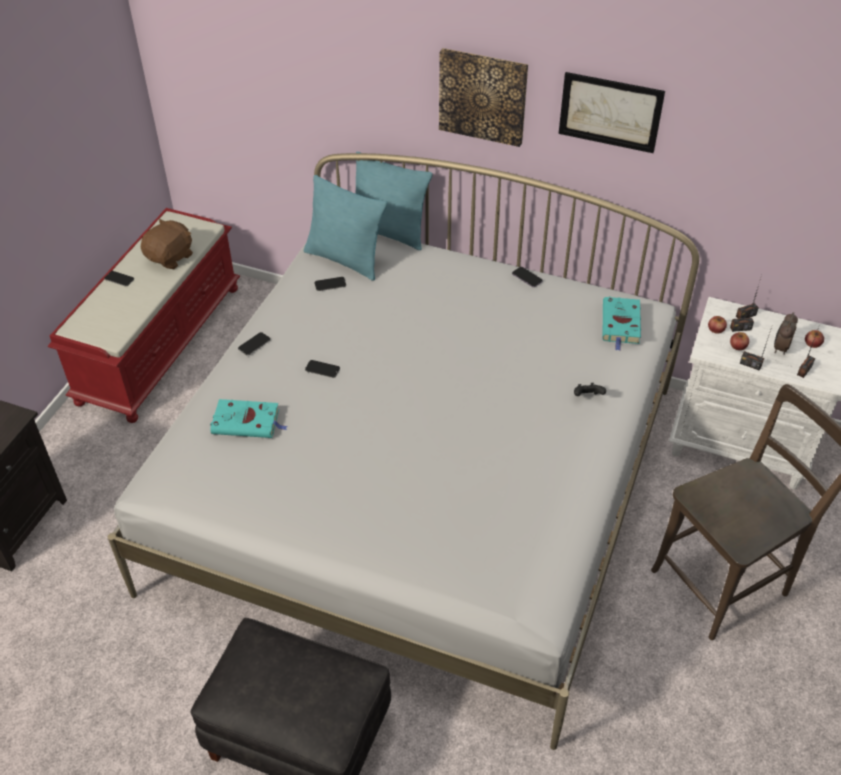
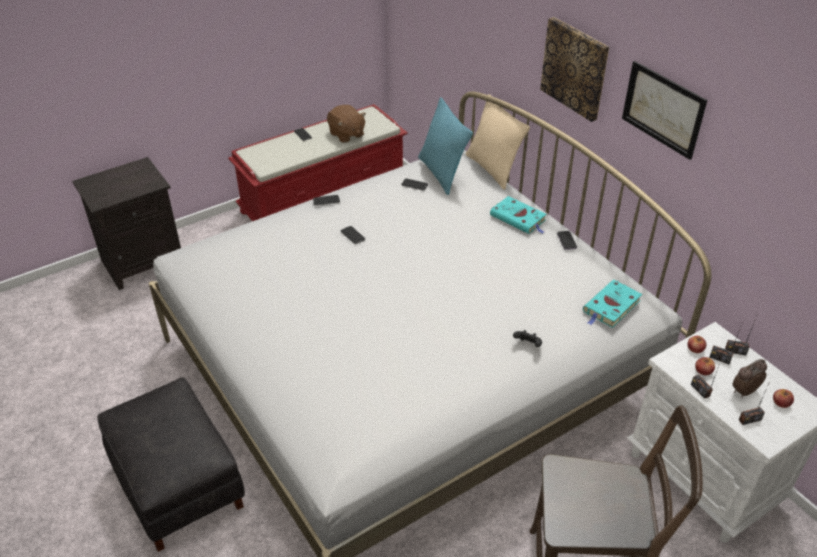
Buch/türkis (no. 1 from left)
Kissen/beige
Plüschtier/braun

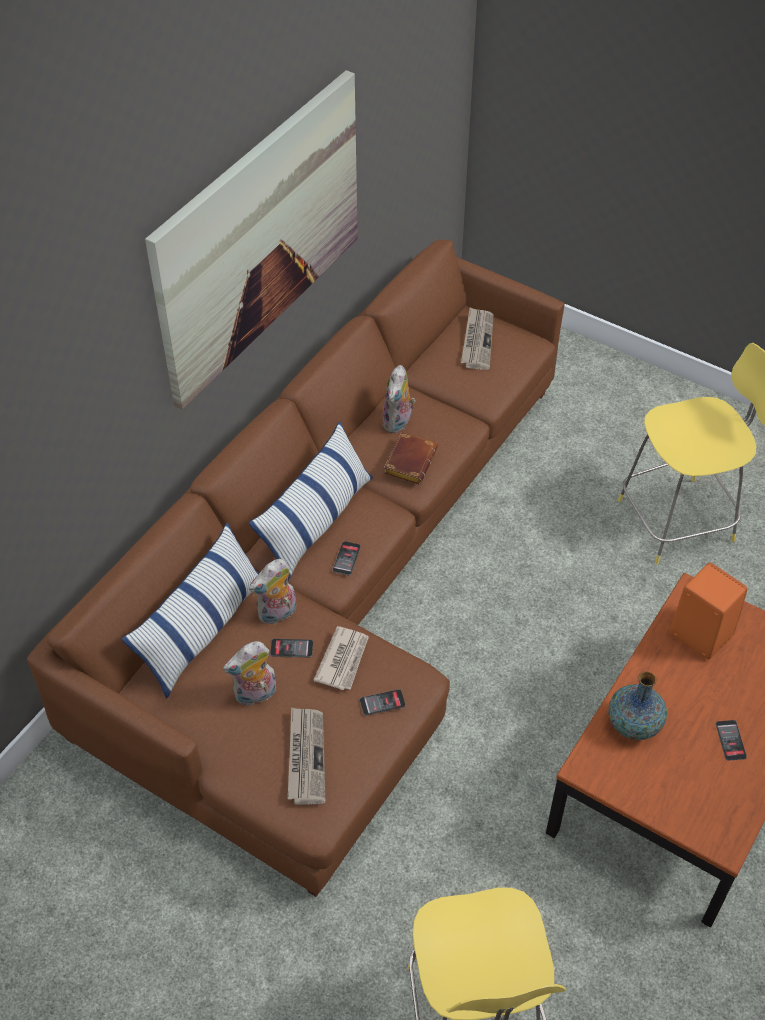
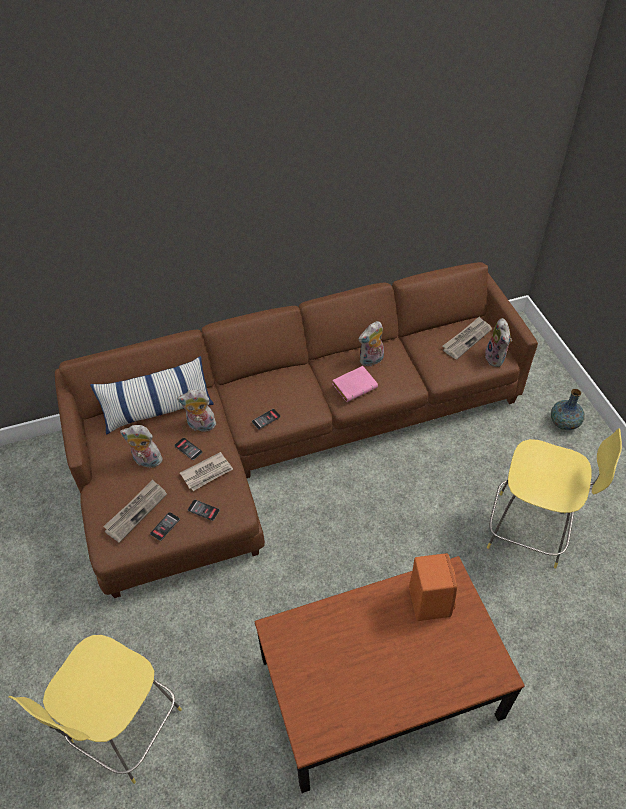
Bild
Kissen (no. 2 from left in the first image)
Plüschtier (no. 4 from left)
Vase
Handy (no. 1 from left)
Buch/rosa

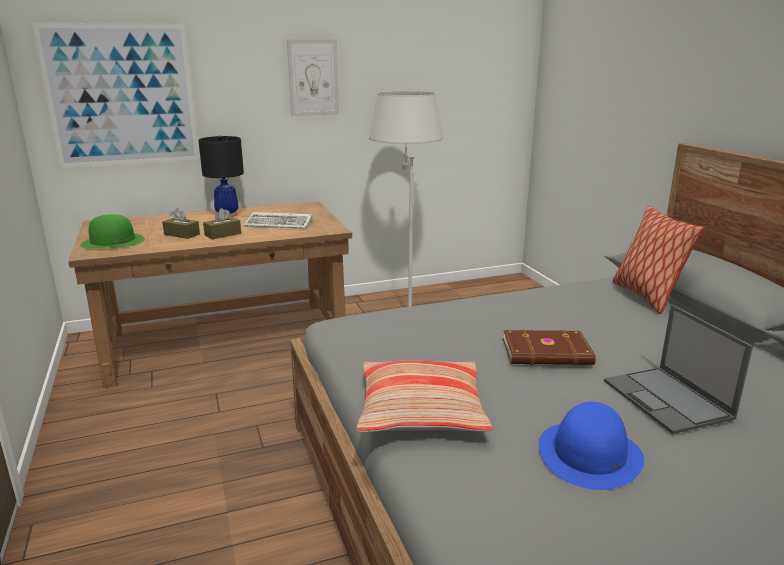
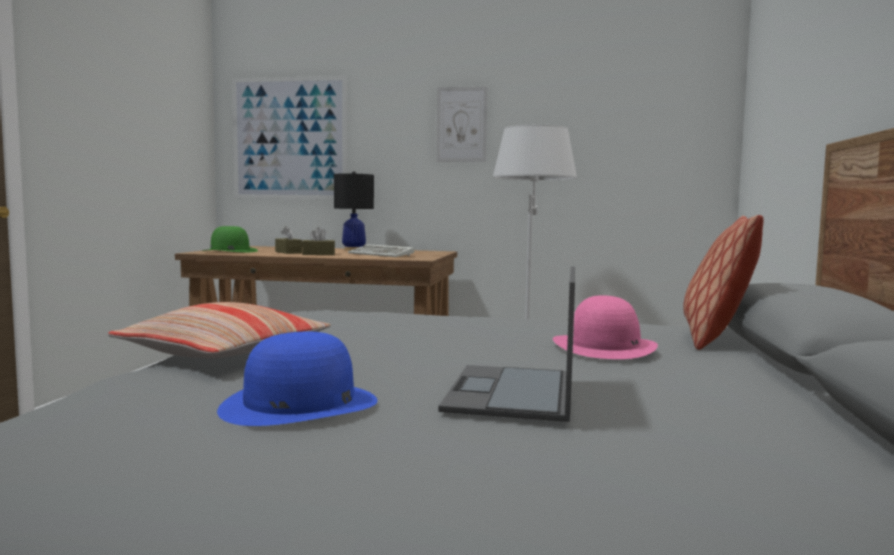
Buch/braun
Hut/rosa

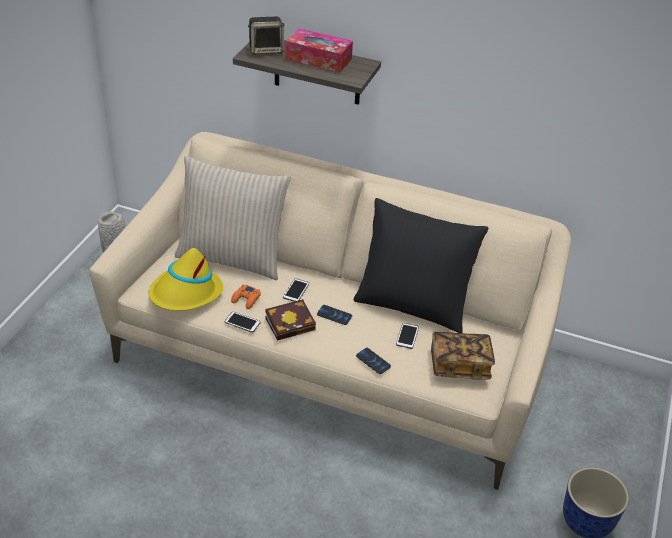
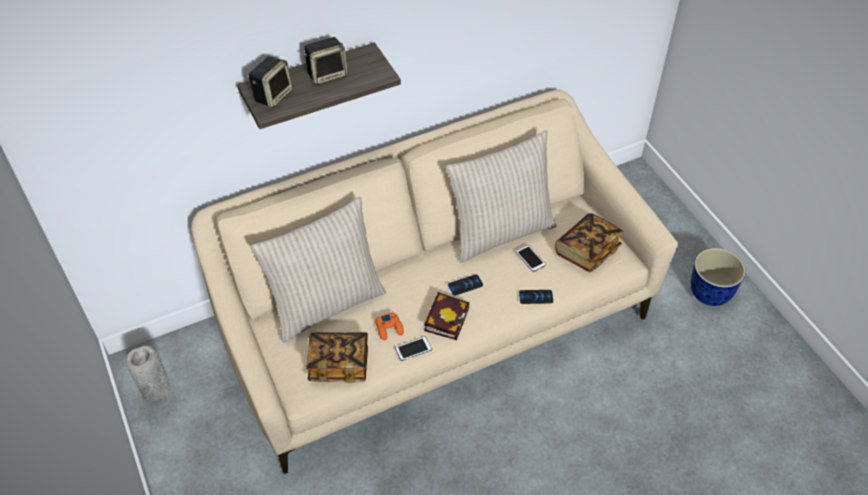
Handy (no. 2 from left in the first image)
Buch (no. 1 from left)
Lautsprecher (no. 2 from left)
Kissen/beige (no. 2 from left)

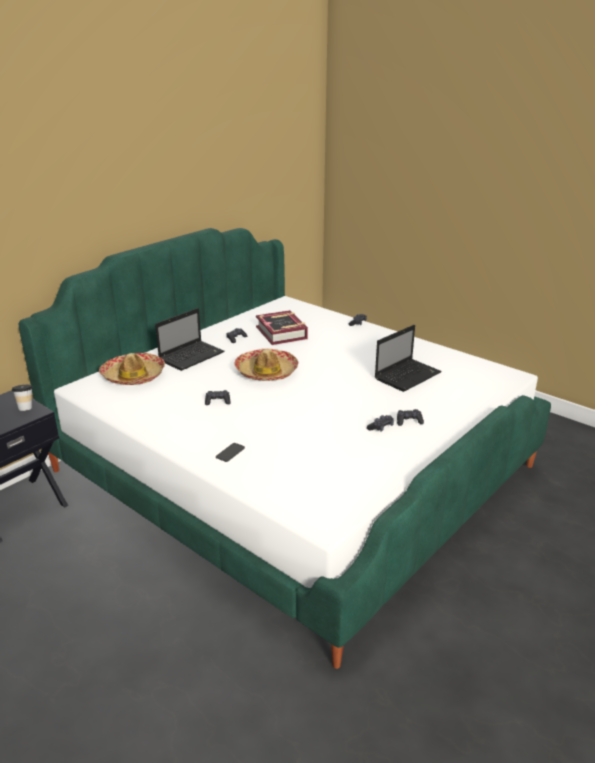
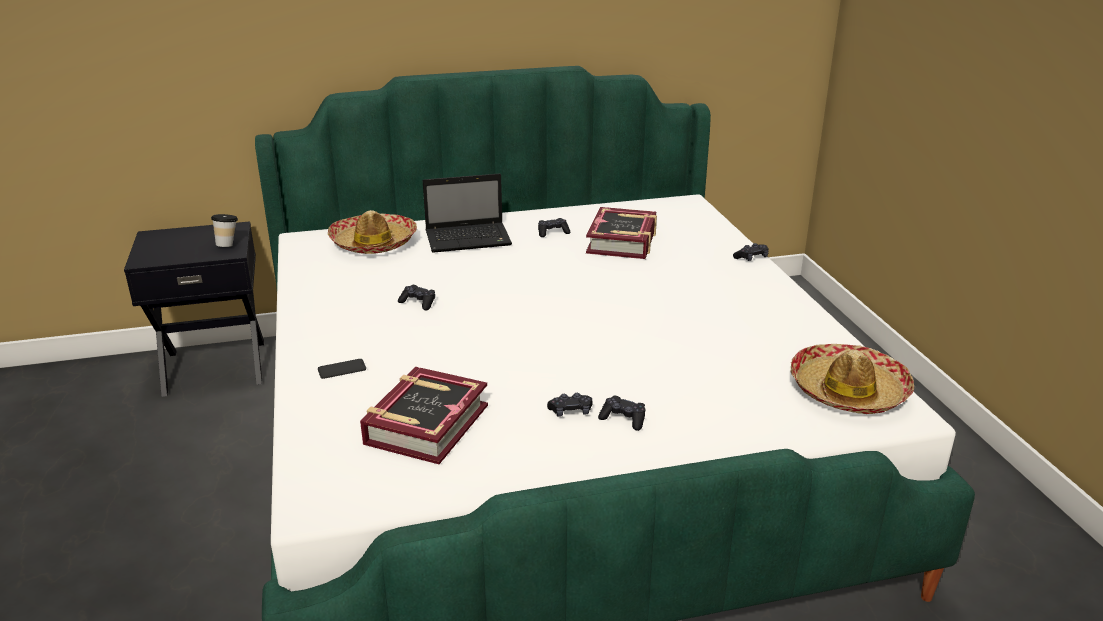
Laptop (no. 2 from left in the first image)
Buch (no. 1 from left)
Hut (no. 2 from left)

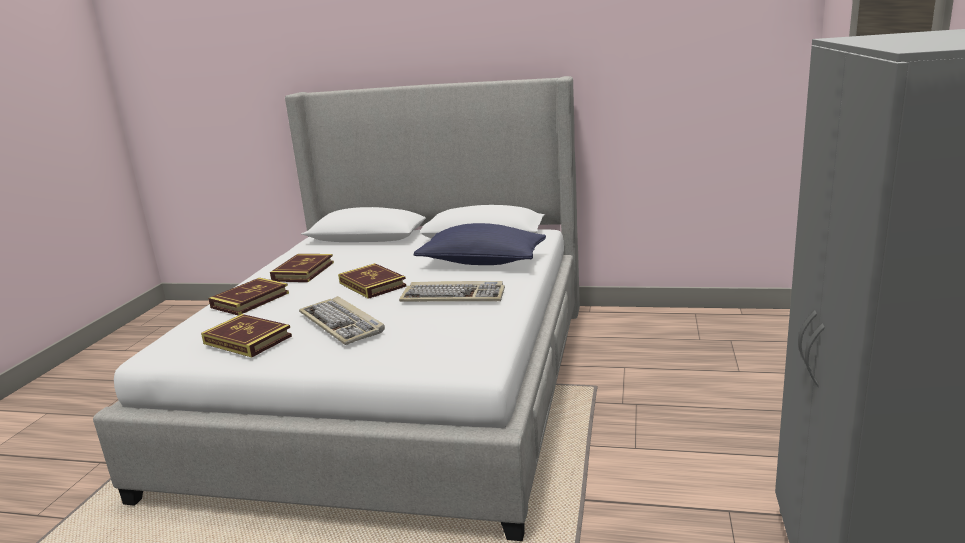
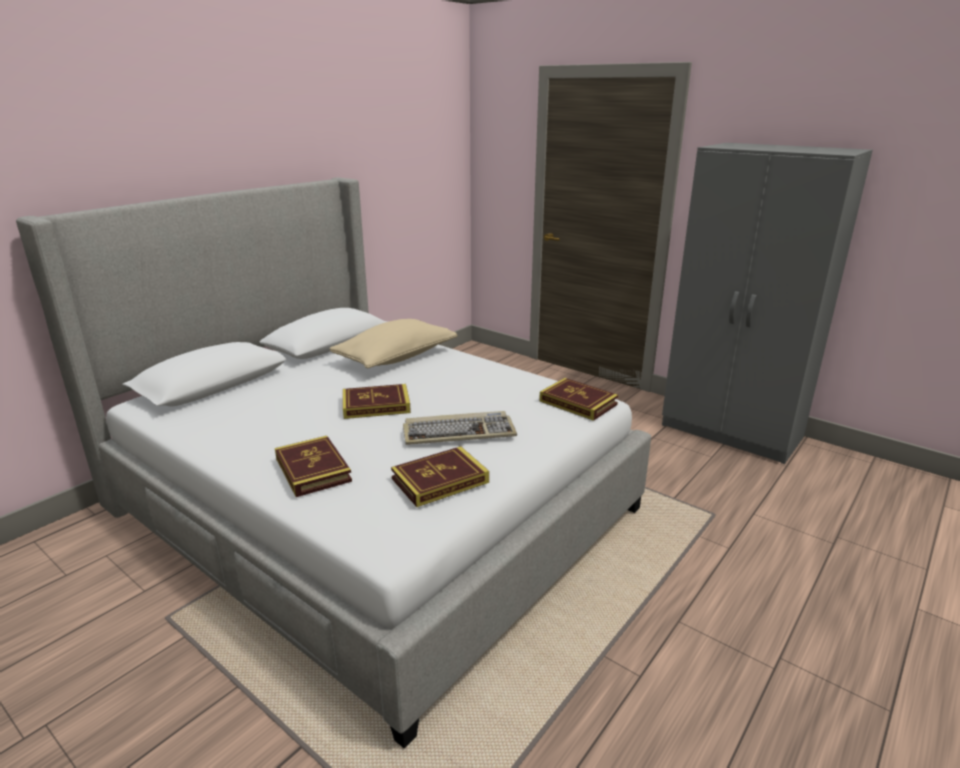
Tastatur (no. 2 from left in the first image)
Buch (no. 4 from left)
Kissen/beige

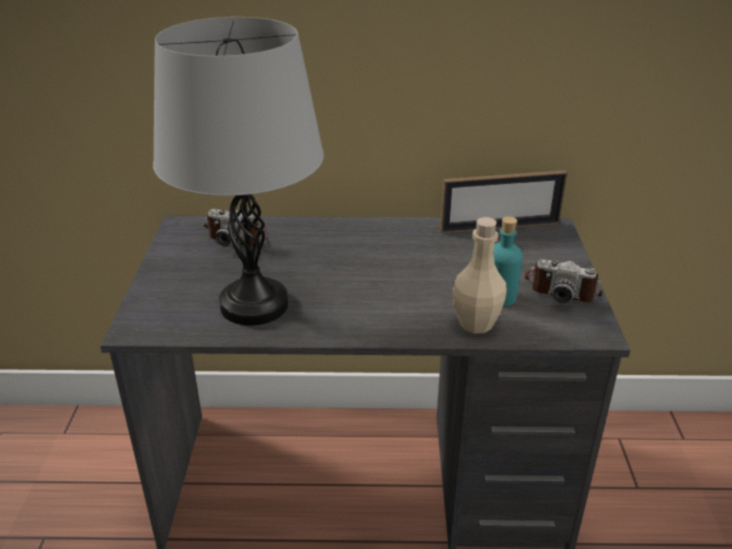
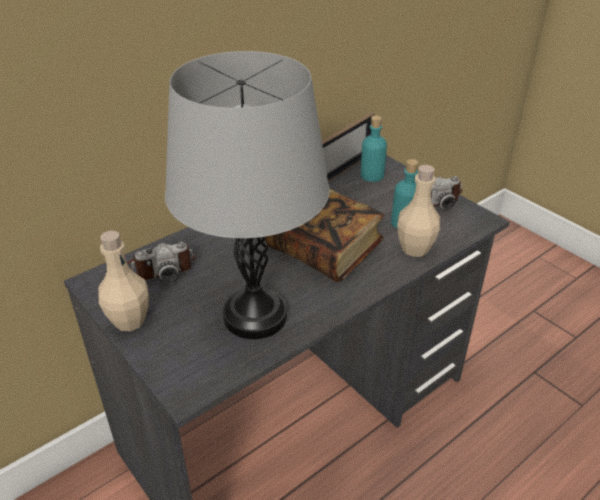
Flasche/beige (no. 1 from left)
Buch
Flasche/türkis (no. 1 from left)

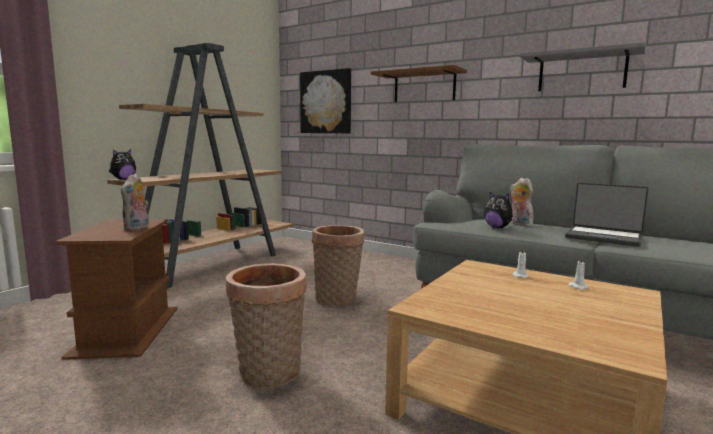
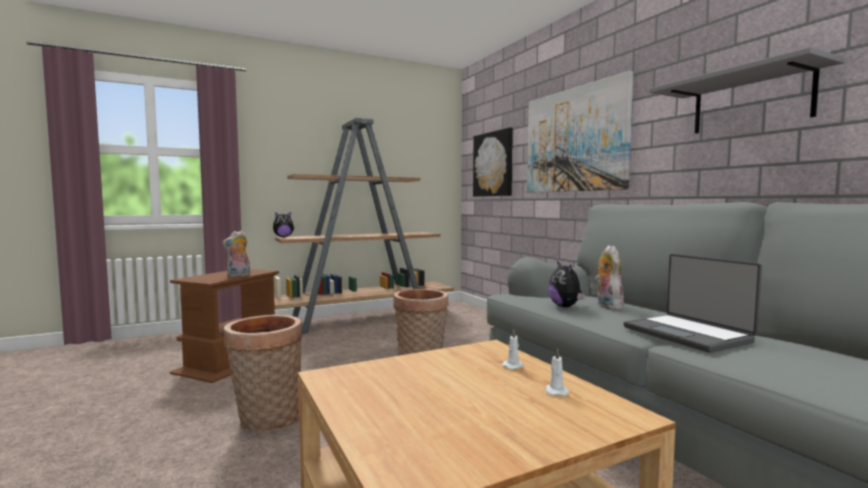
Bild (no. 2 from left)

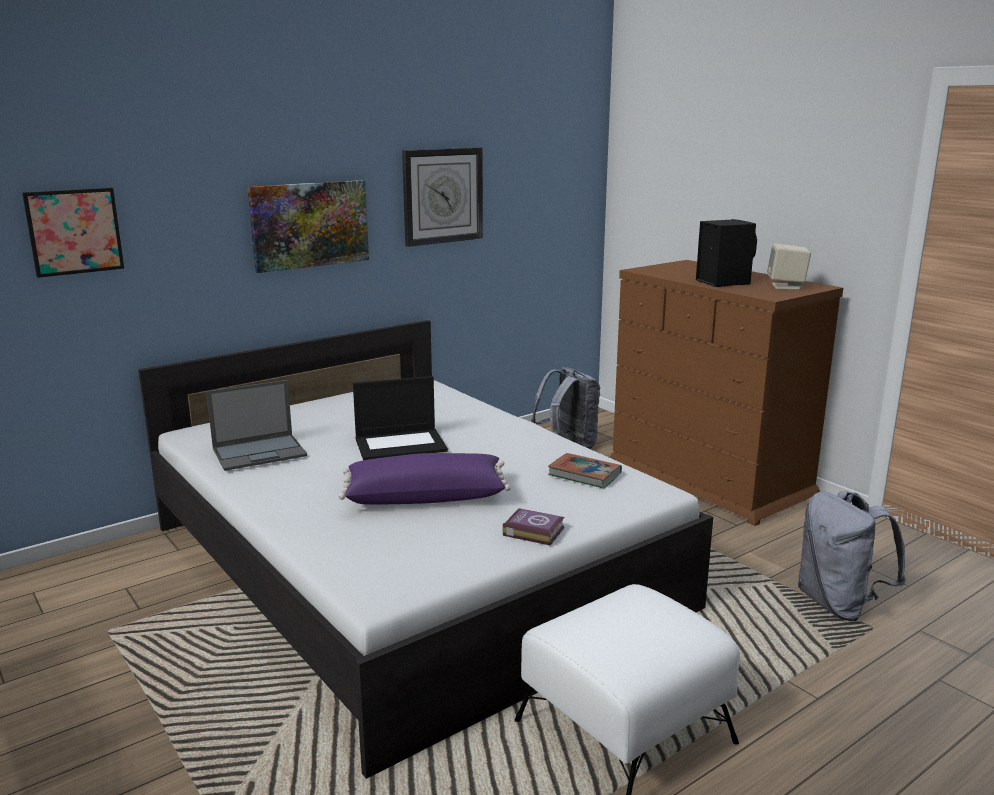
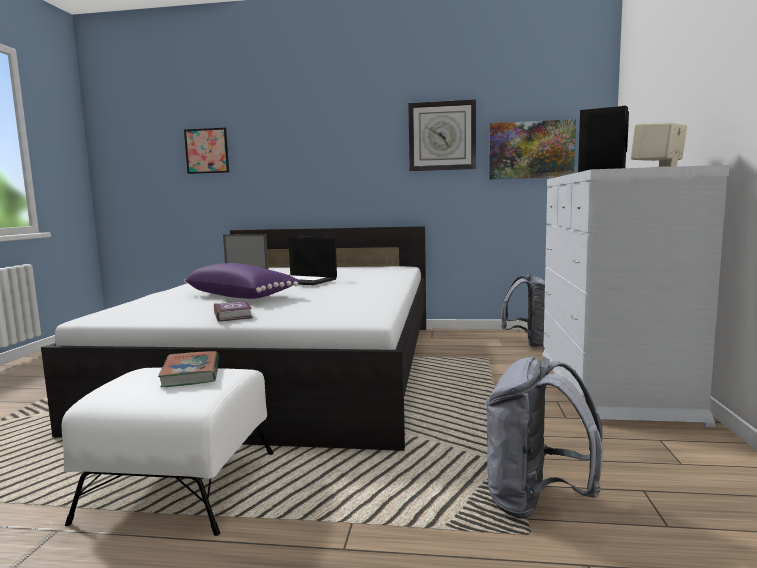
Bild (no. 2 from left)
Buch (no. 1 from left)
Kommode/weiß

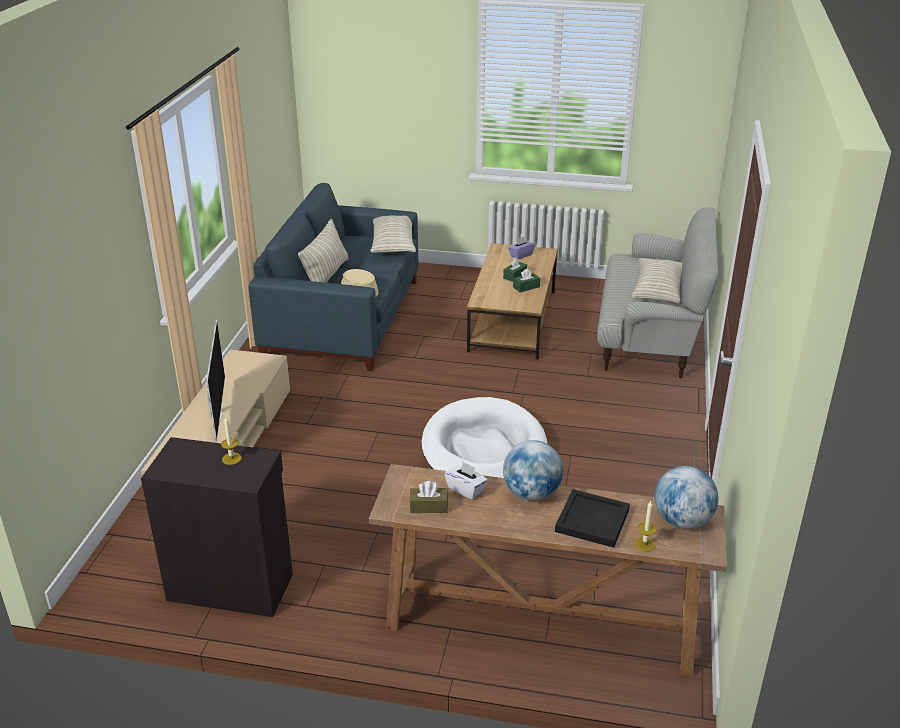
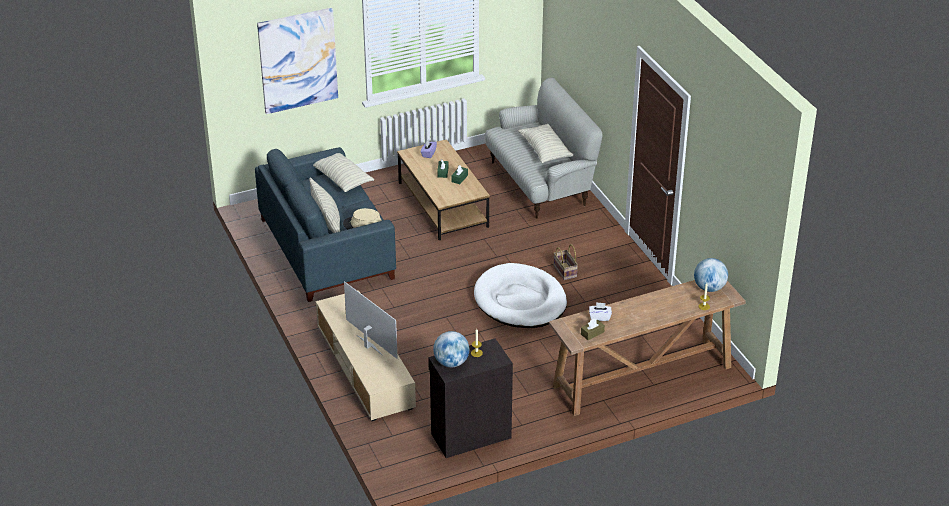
Tablett/schwarz
Bild
Korb
Globus (no. 1 from left)

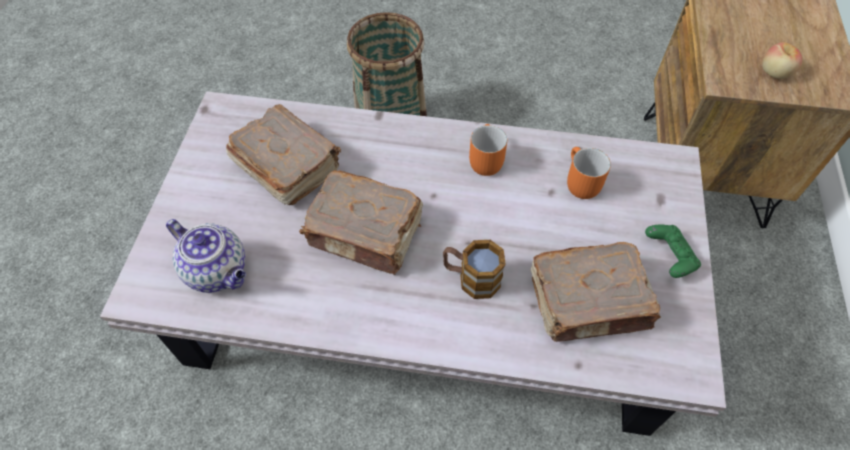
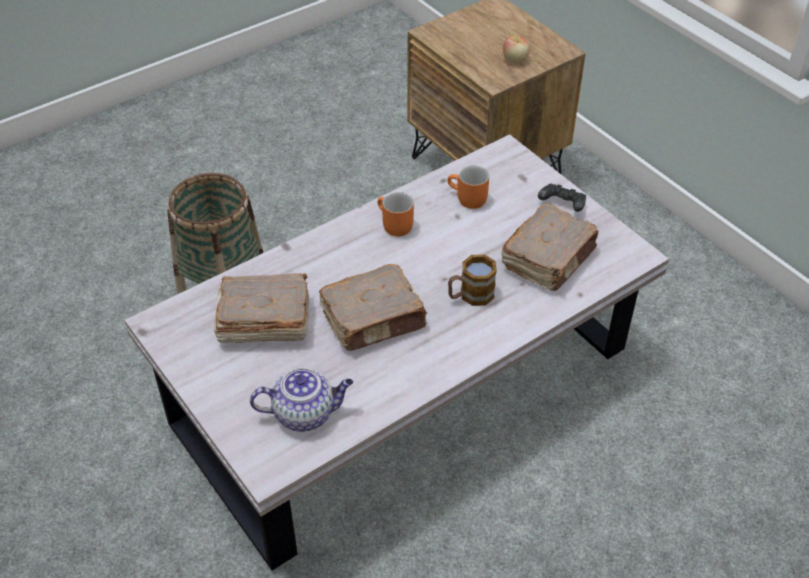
Gamepad/schwarz

